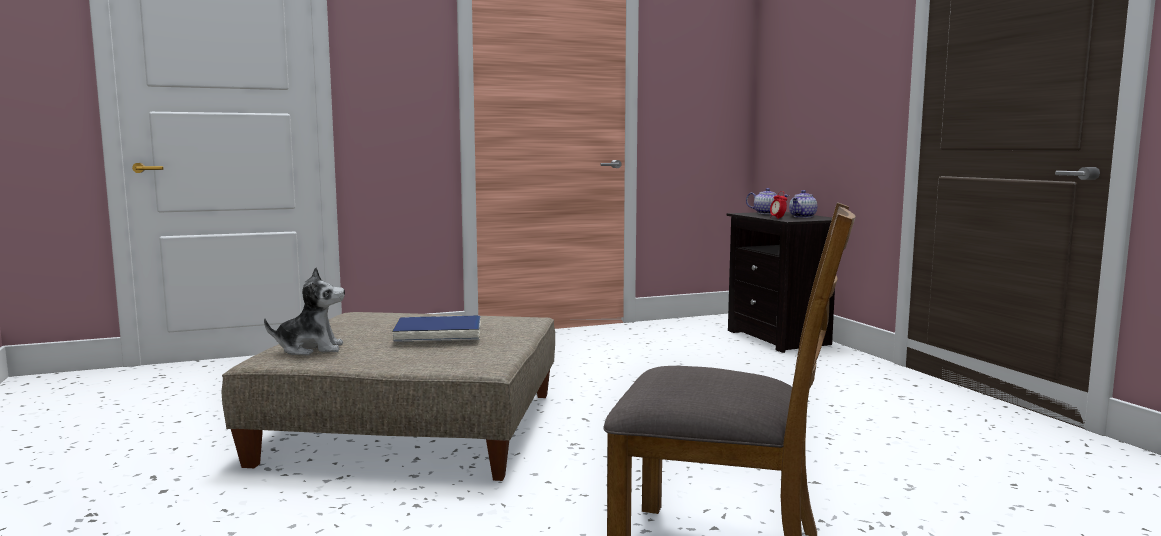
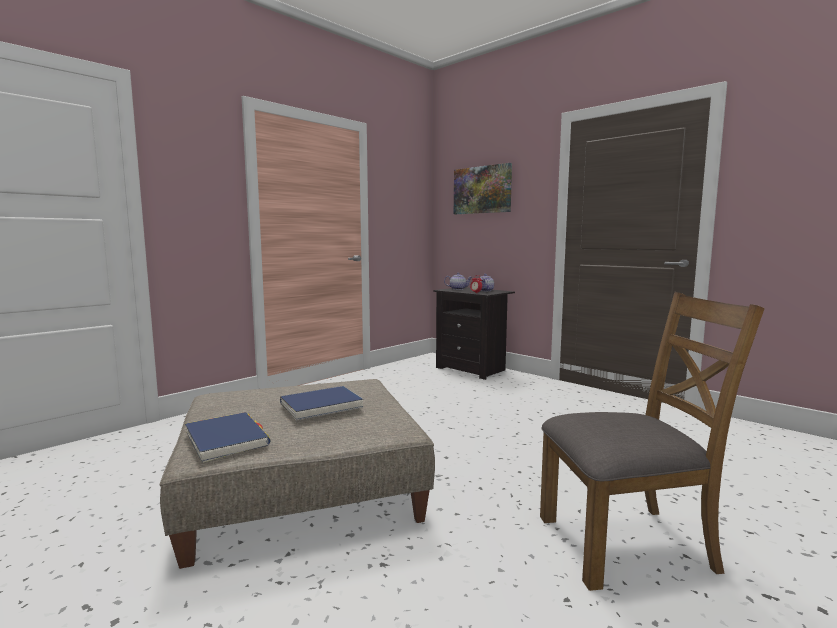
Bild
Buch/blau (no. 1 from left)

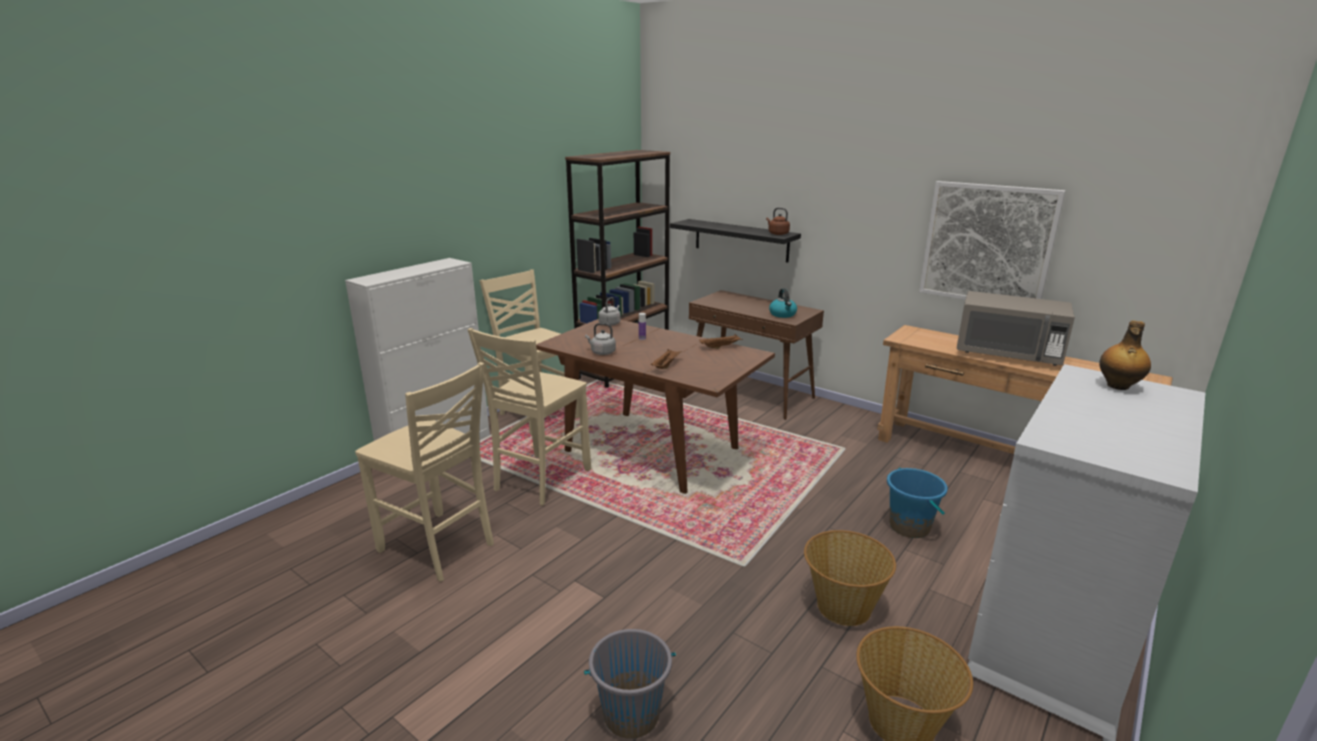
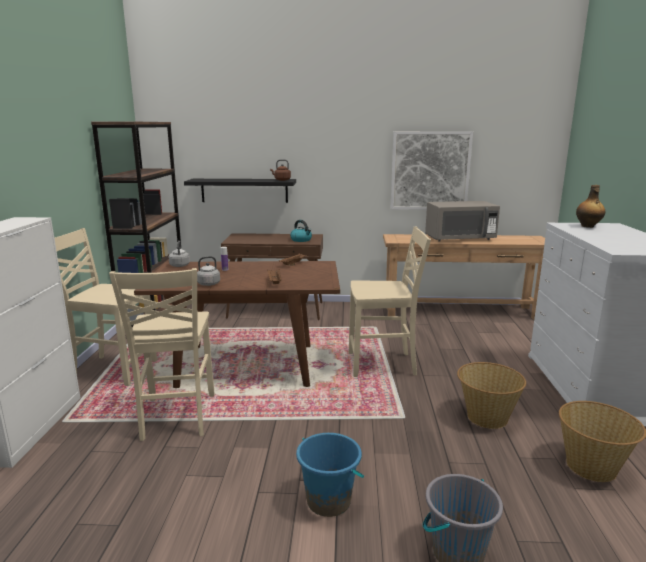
Stuhl/beige (no. 3 from left)
Eimer/blau

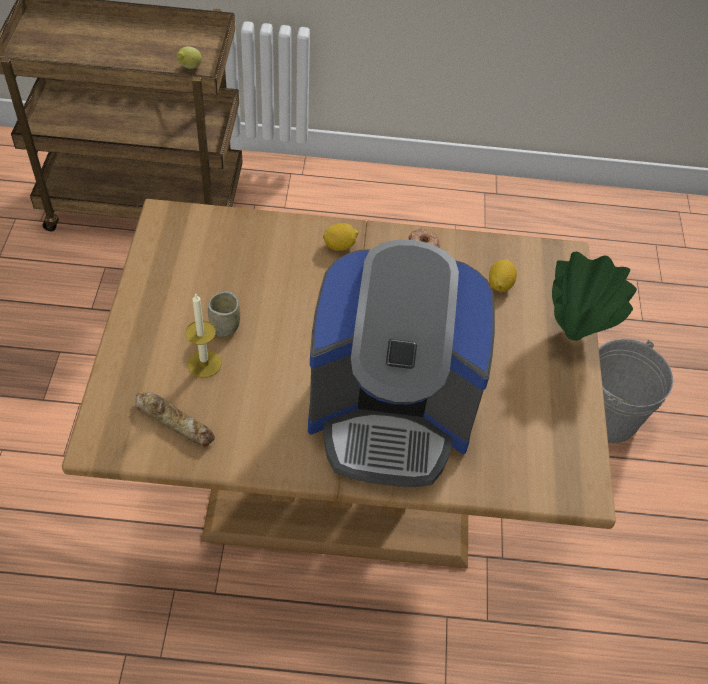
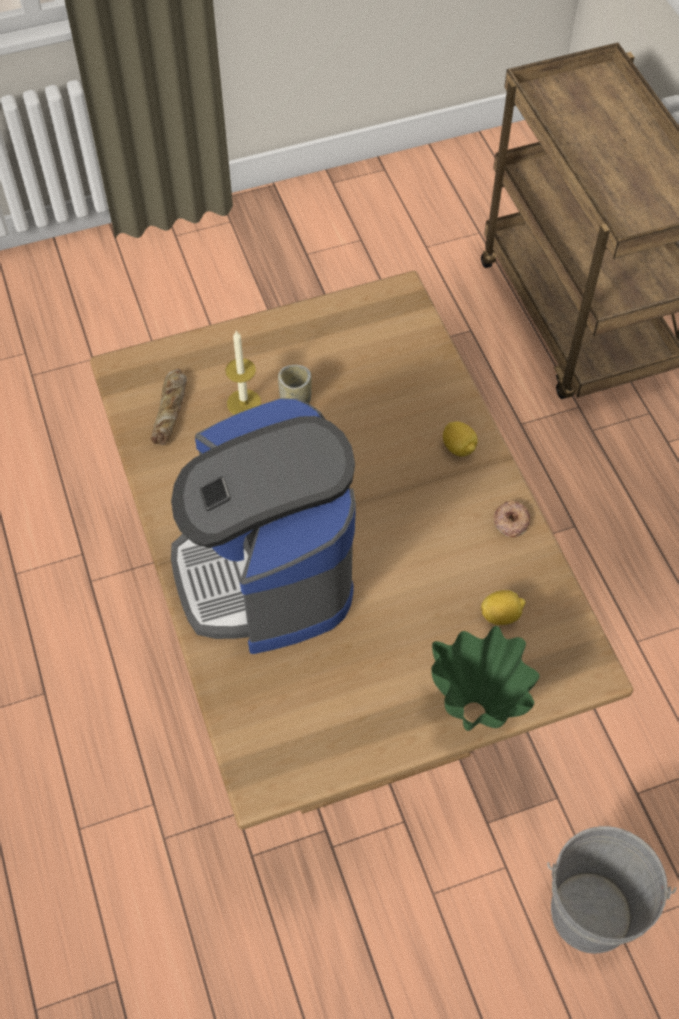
Zitrone (no. 1 from left in the first image)

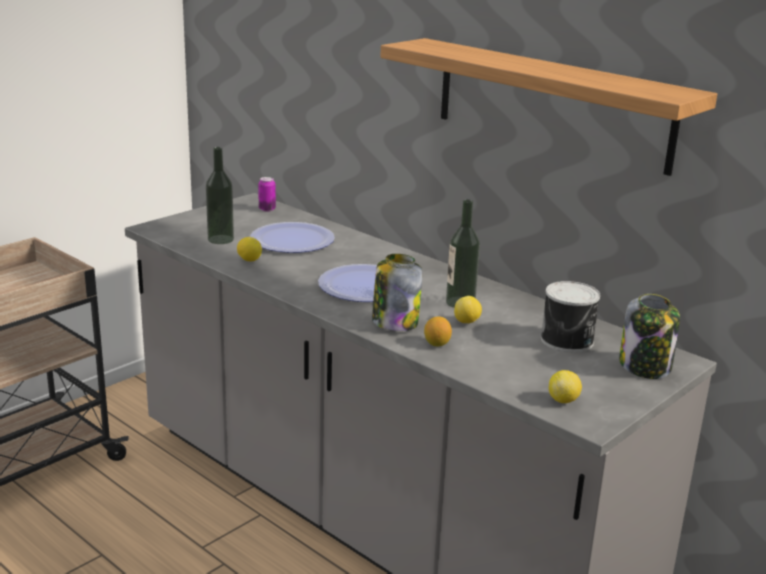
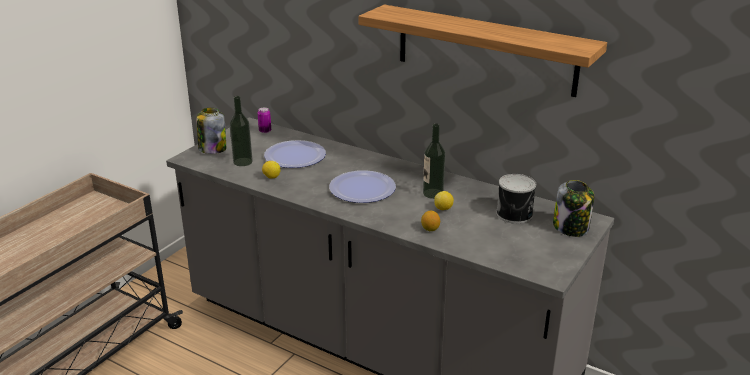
Zitrone (no. 4 from left in the first image)
Vorratsglas (no. 1 from left)

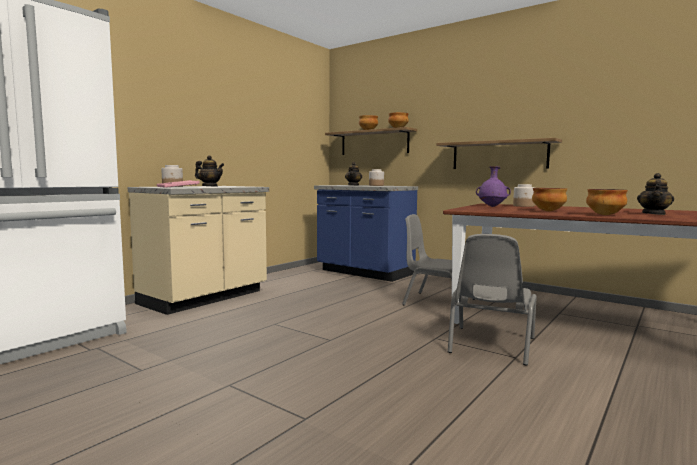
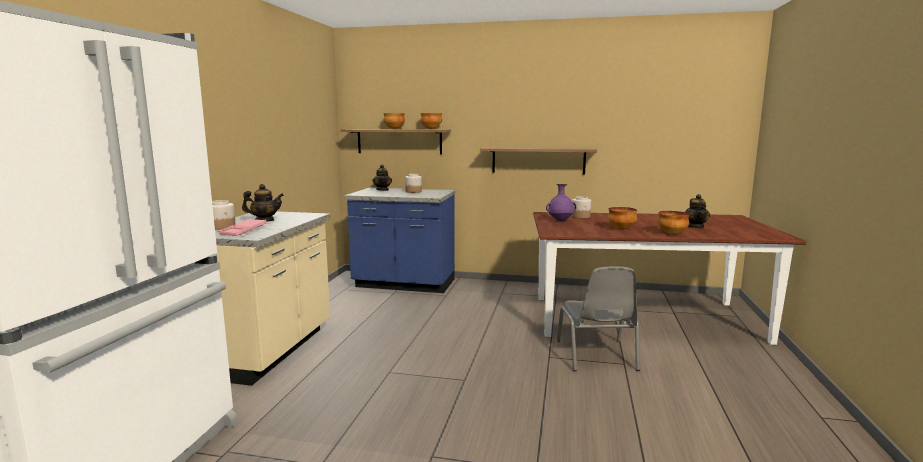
Stuhl/grau (no. 1 from left in the first image)

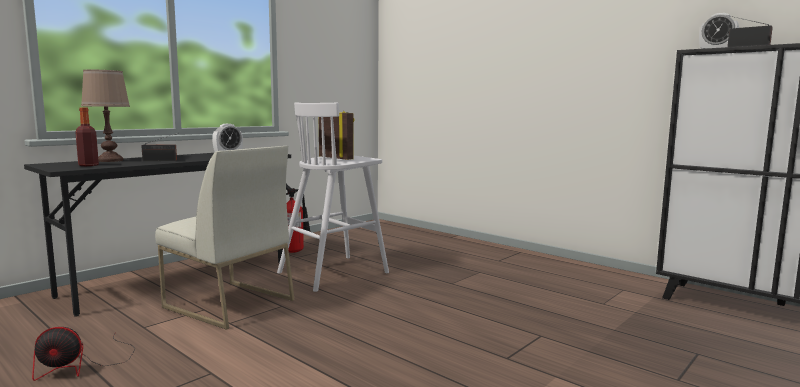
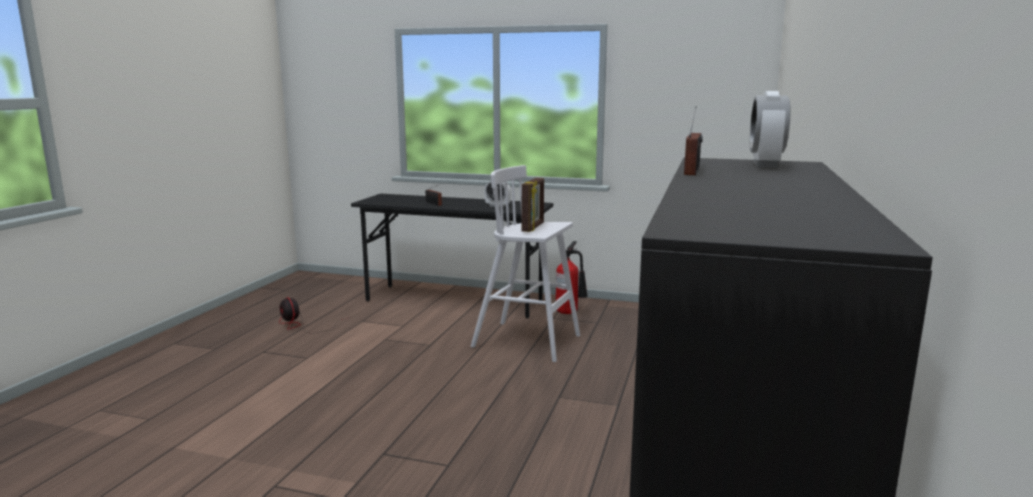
Flasche
Tischlampe/braun
Stuhl/weiß

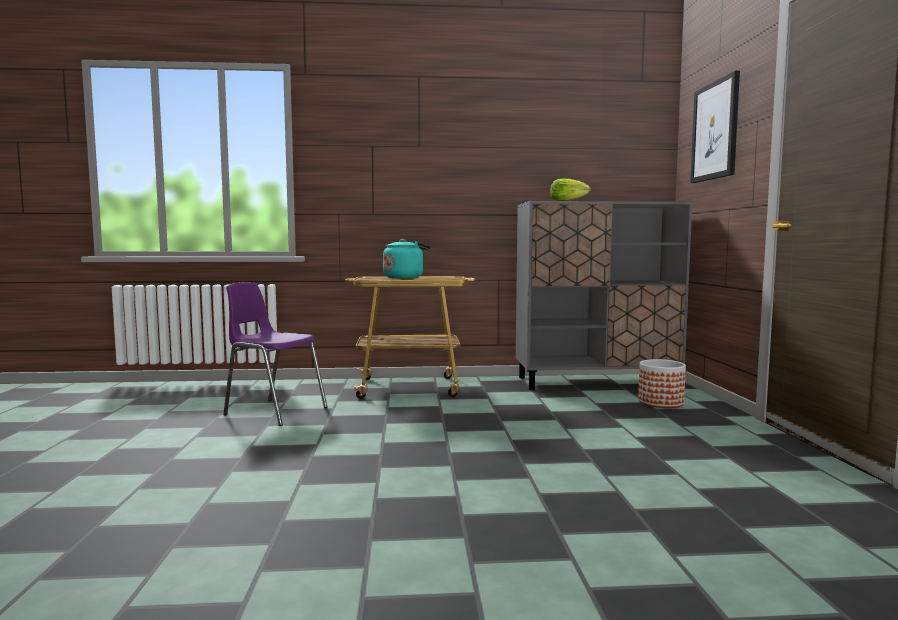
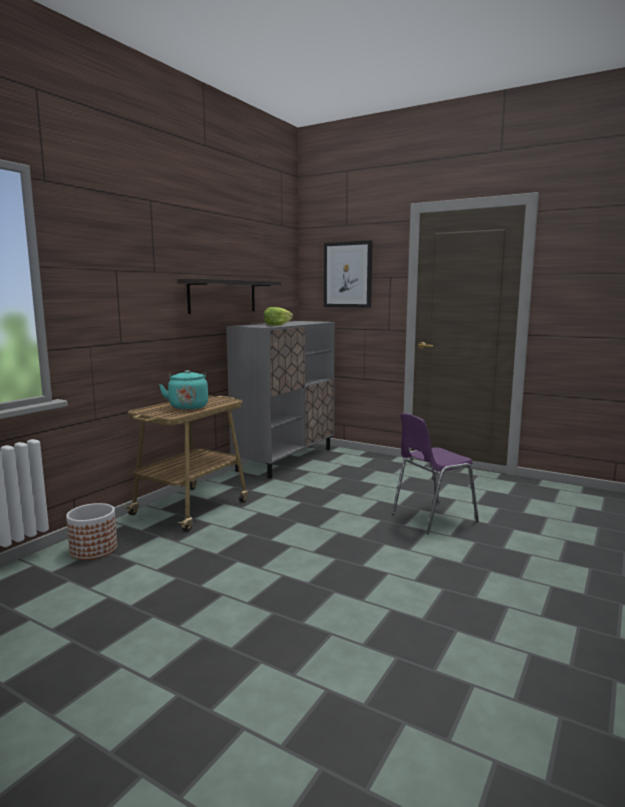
Wandregal
Stuhl/lila
Pflanzkübel

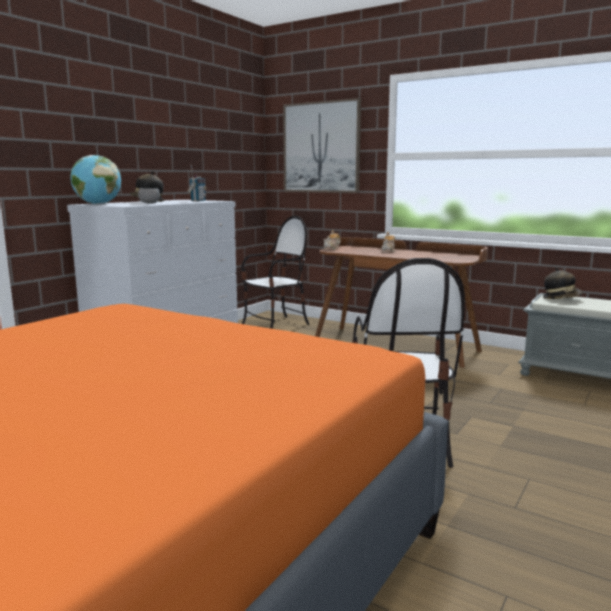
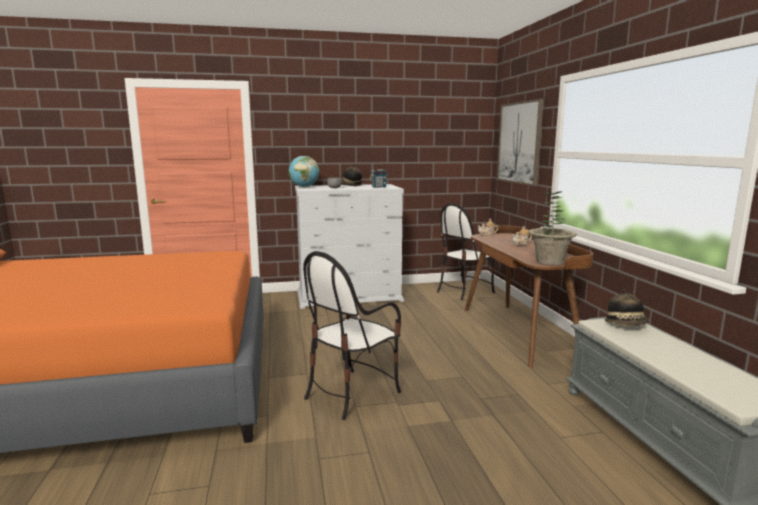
Topfpflanze
Stuhl (no. 2 from left)

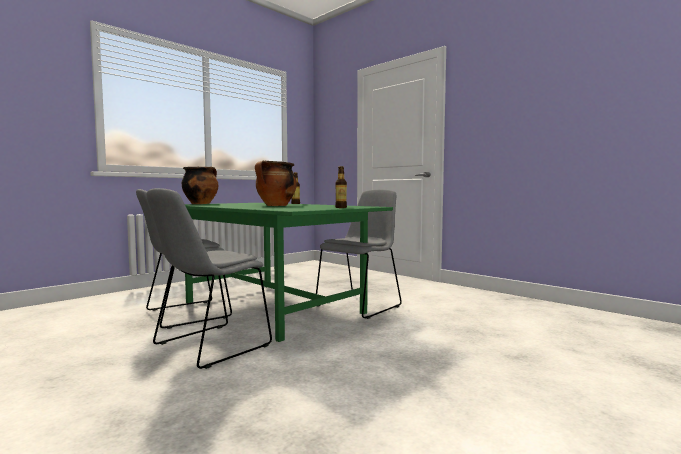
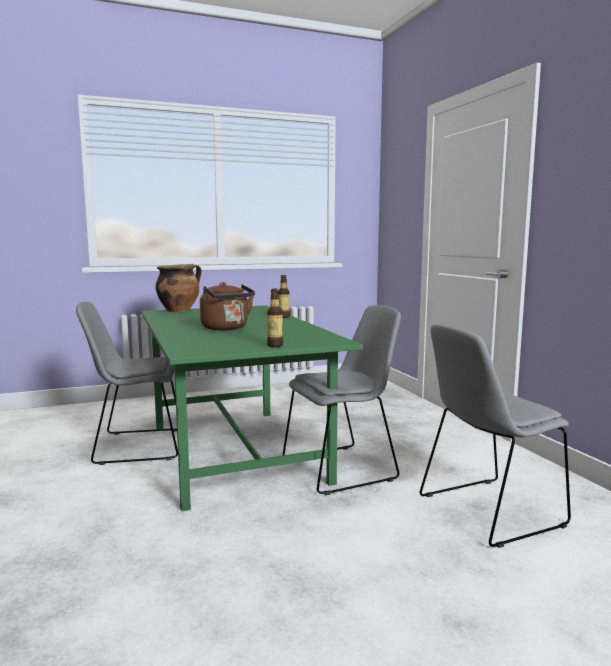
Stuhl/grau (no. 3 from left)
Wasserkessel/braun

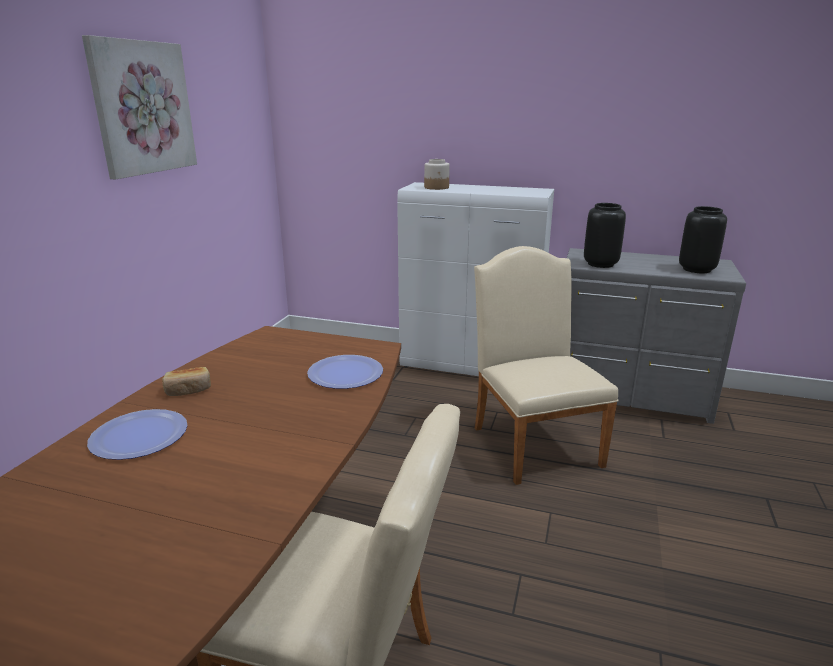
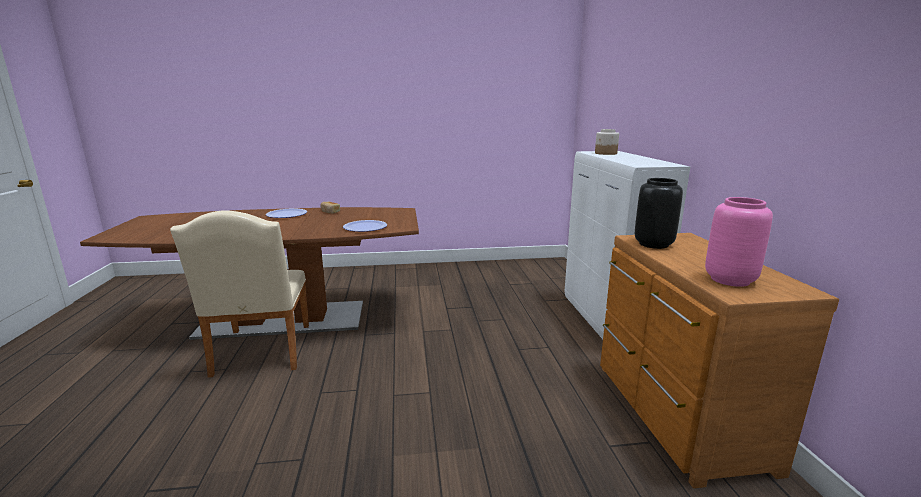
Bild
Stuhl/beige (no. 2 from left in the first image)
Kommode/braun
Vase/rosa

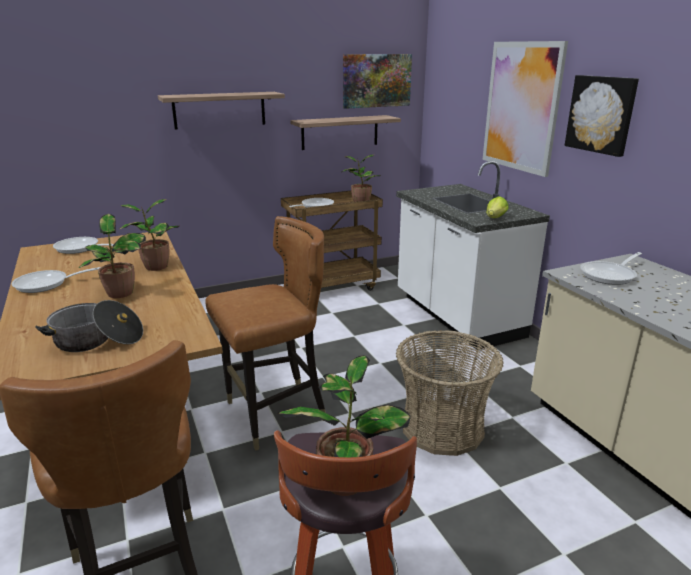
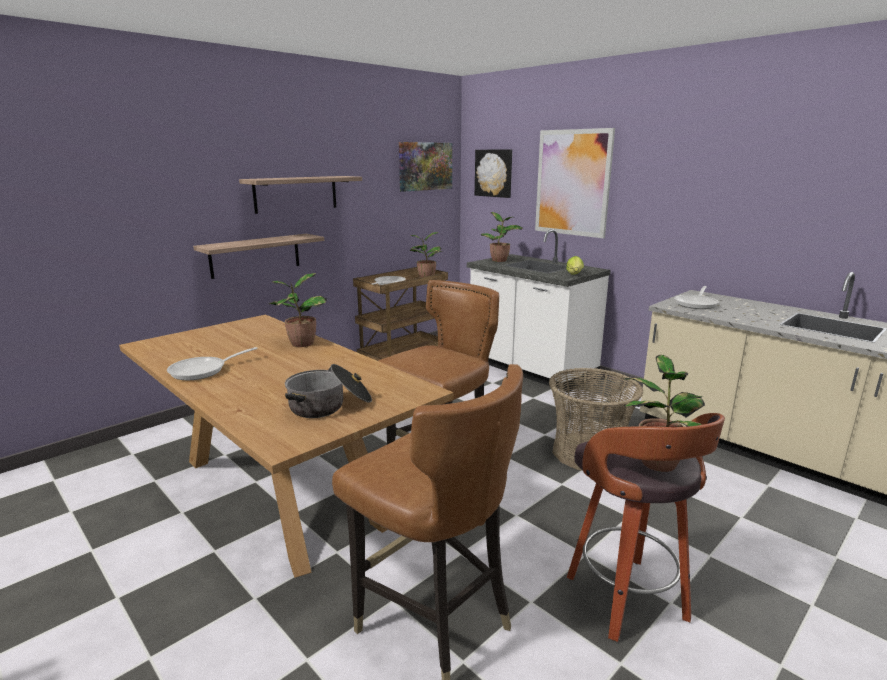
Pfanne (no. 2 from left in the first image)
Topfpflanze (no. 3 from left)
Wandregal (no. 1 from left)
Bild (no. 2 from left)

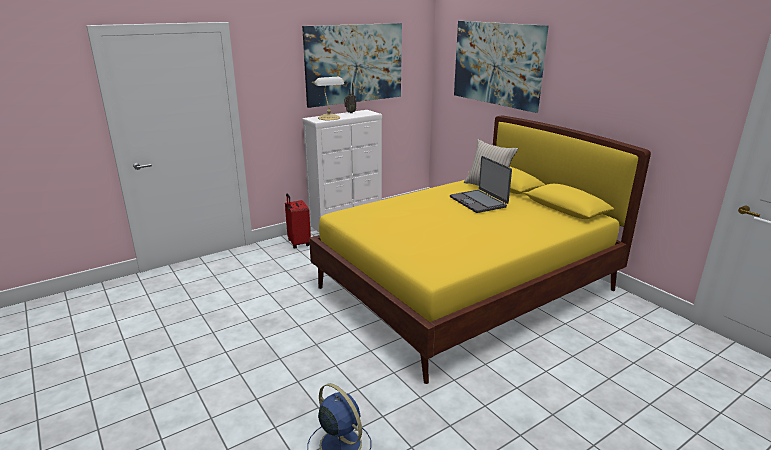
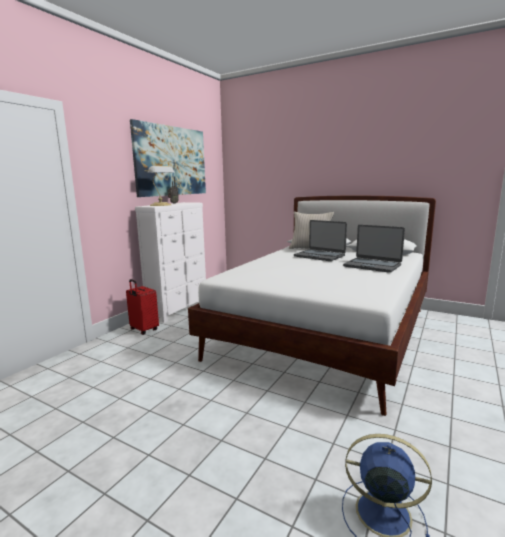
Bild (no. 2 from left in the first image)
Laptop (no. 2 from left)
Bett/weiß

